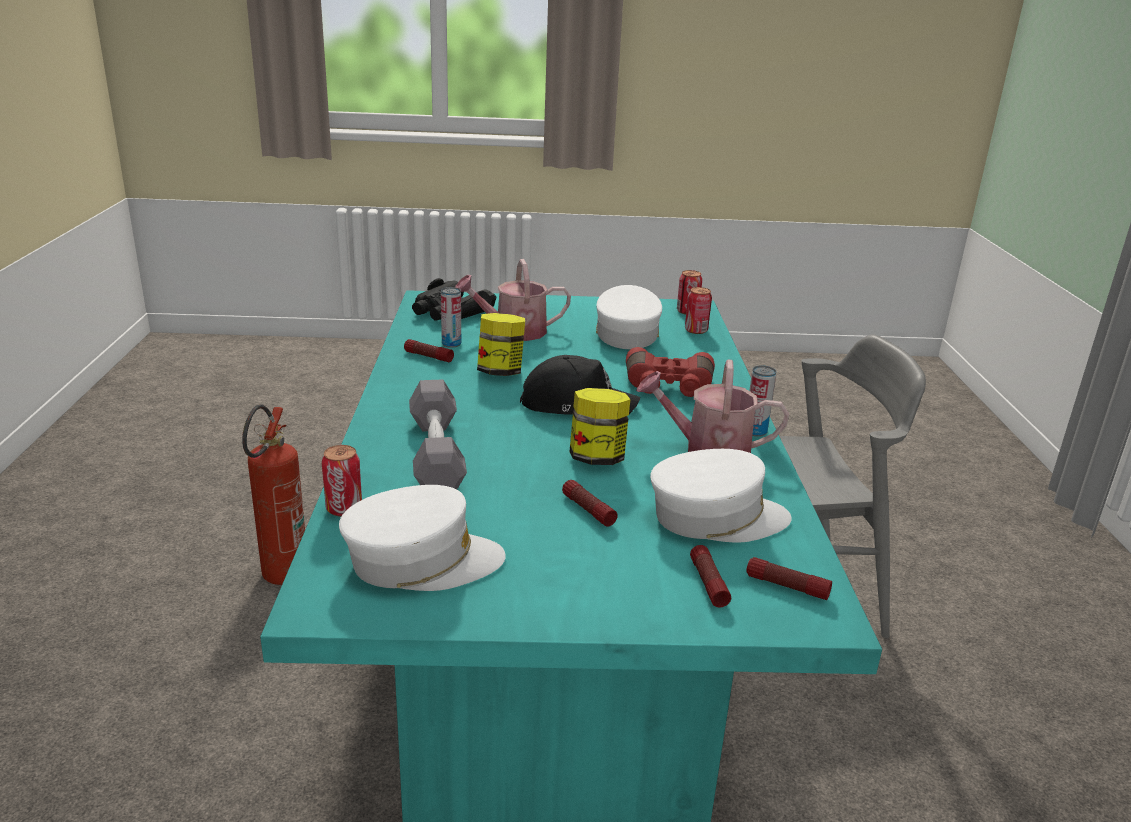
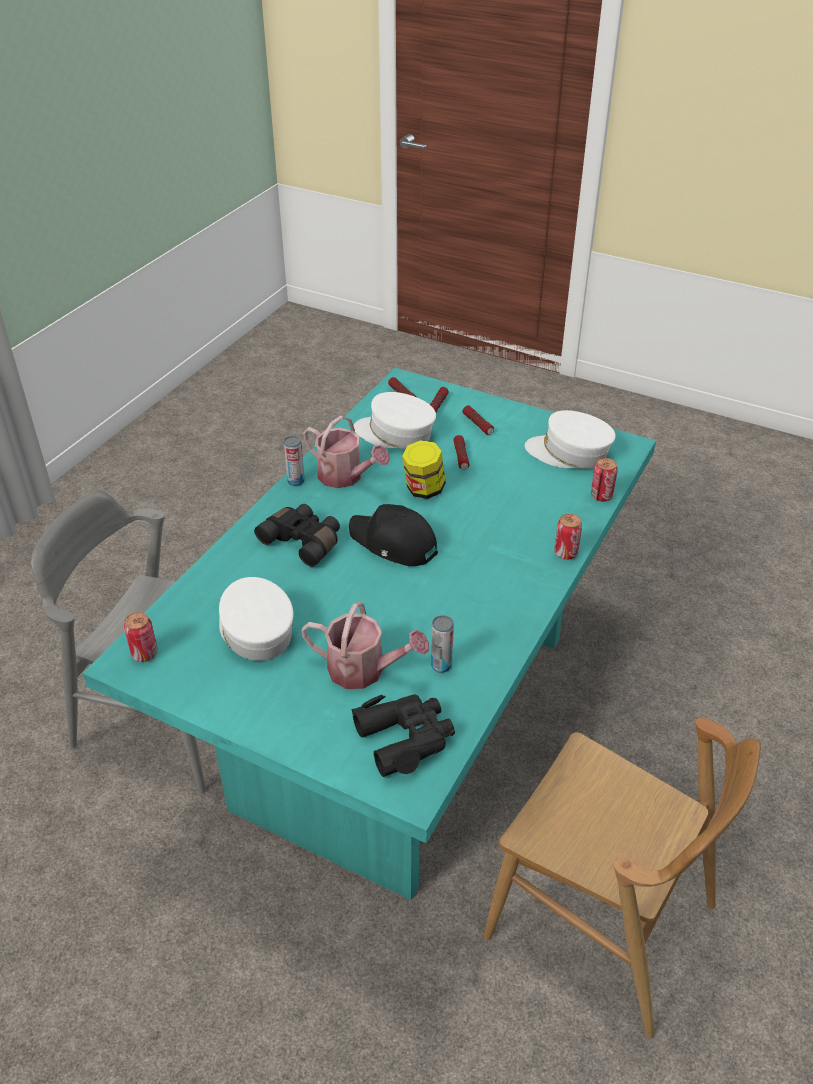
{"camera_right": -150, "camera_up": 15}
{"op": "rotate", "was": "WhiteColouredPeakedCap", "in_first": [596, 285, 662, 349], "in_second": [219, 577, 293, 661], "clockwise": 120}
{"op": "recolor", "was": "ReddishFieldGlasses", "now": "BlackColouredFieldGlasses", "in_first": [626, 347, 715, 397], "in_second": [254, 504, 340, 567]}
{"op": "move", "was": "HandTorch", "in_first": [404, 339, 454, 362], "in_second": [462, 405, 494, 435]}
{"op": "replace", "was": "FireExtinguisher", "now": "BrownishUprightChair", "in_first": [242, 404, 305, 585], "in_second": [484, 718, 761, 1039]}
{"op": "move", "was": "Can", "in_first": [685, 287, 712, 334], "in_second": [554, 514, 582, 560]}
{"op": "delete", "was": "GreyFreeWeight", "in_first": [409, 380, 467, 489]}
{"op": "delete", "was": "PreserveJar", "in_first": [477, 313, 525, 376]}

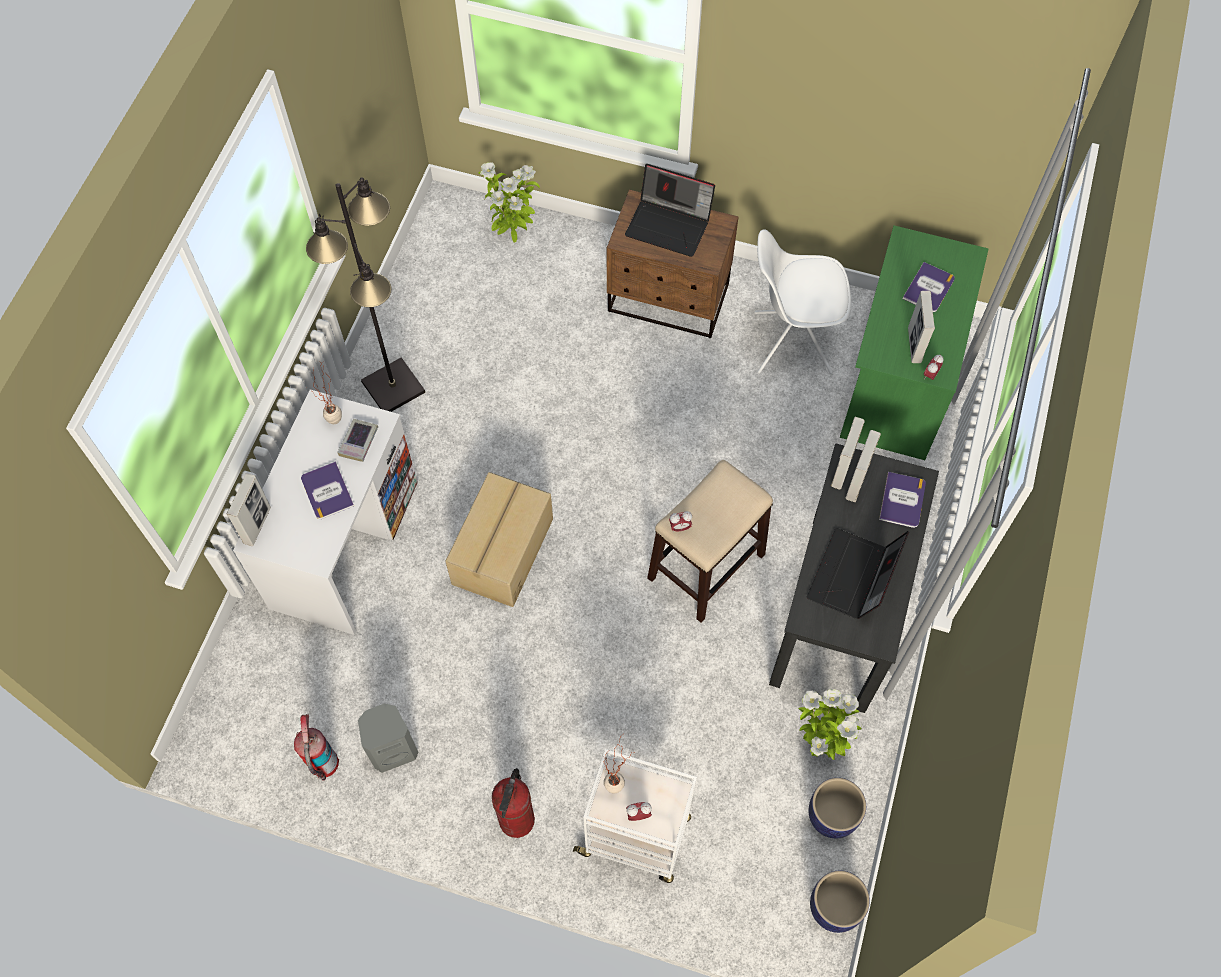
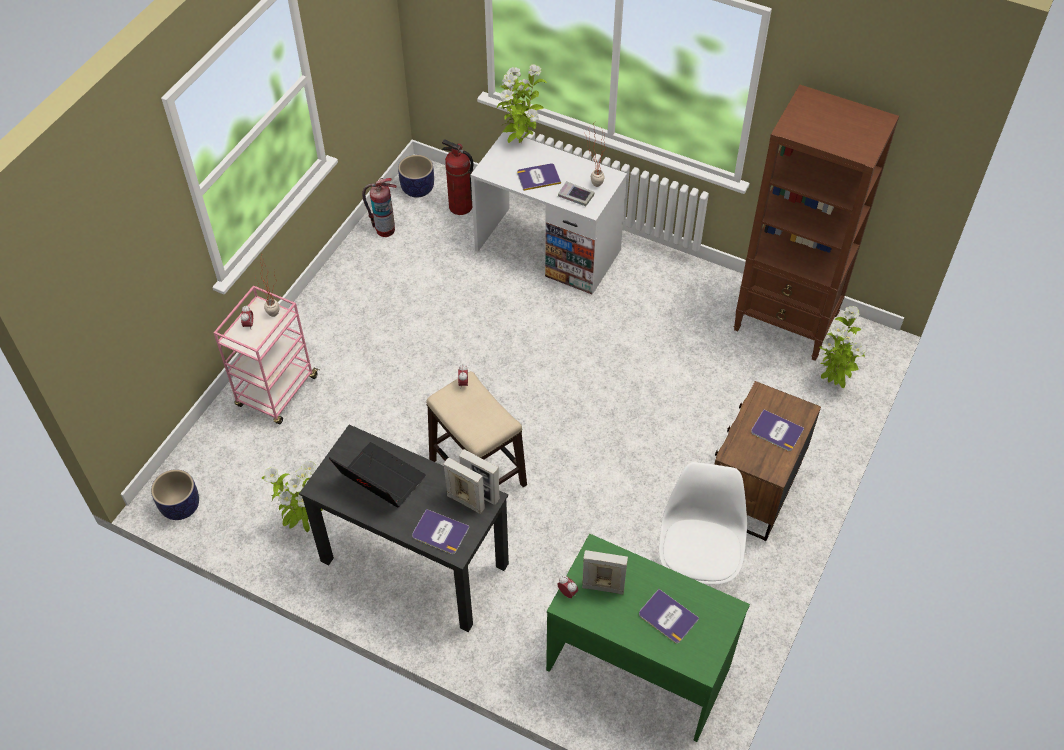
{"camera_right": 100, "camera_up": -10}
{"op": "recolor", "was": "WhiteColouredWheeledCart", "now": "PinkColouredWheeledCart", "in_first": [573, 749, 697, 883], "in_second": [214, 285, 319, 424]}
{"op": "move", "was": "PlantPot", "in_first": [809, 778, 866, 838], "in_second": [398, 155, 434, 198]}
{"op": "move", "was": "FireExtinguisher", "in_first": [492, 768, 535, 838], "in_second": [442, 139, 474, 215]}
{"op": "replace", "was": "PhotoFrame", "now": "PlantInAPot", "in_first": [227, 473, 271, 546], "in_second": [497, 65, 547, 143]}
{"op": "insert", "now": "BrownishShelvingUnit", "in_second": [734, 85, 899, 361]}
{"op": "replace", "was": "PortableComputer", "now": "Book", "in_first": [625, 164, 715, 257], "in_second": [751, 409, 804, 451]}
{"op": "delete", "was": "BlackColouredStandingLamp", "in_first": [306, 177, 425, 412]}
{"op": "delete", "was": "GreyAudioSpeaker", "in_first": [358, 703, 418, 773]}
{"op": "delete", "was": "Carton", "in_first": [445, 472, 553, 607]}

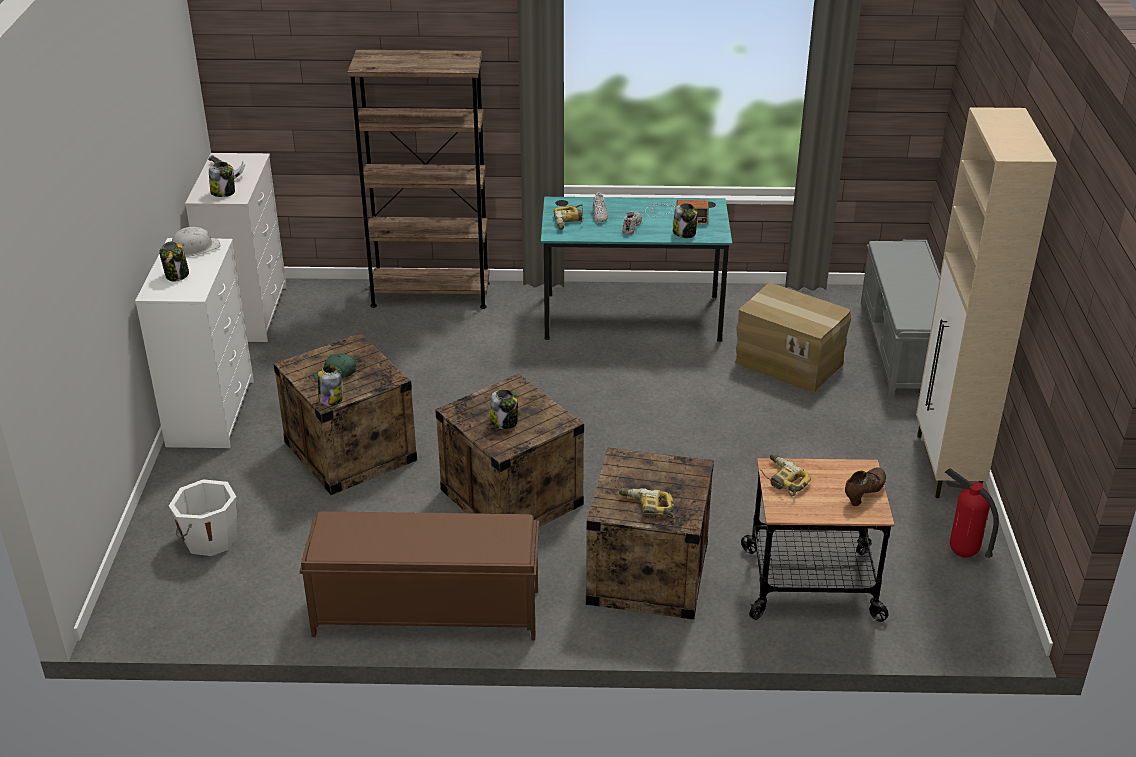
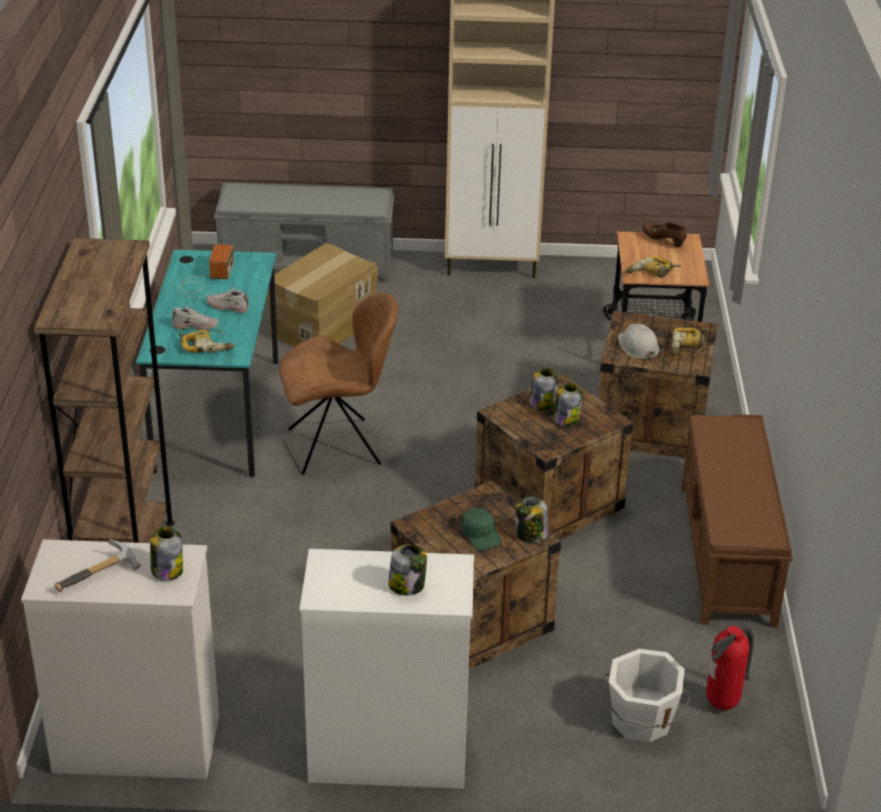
{"camera_right": -90, "camera_up": 0}
{"op": "insert", "now": "BrownishUprightChair", "in_second": [279, 292, 399, 475]}
{"op": "move", "was": "PreserveJar", "in_first": [673, 203, 698, 238], "in_second": [529, 368, 558, 410]}
{"op": "move", "was": "WhiteColouredWorkHelmet", "in_first": [172, 227, 221, 257], "in_second": [618, 324, 659, 360]}
{"op": "move", "was": "FireExtinguisher", "in_first": [945, 468, 999, 558], "in_second": [706, 626, 754, 710]}

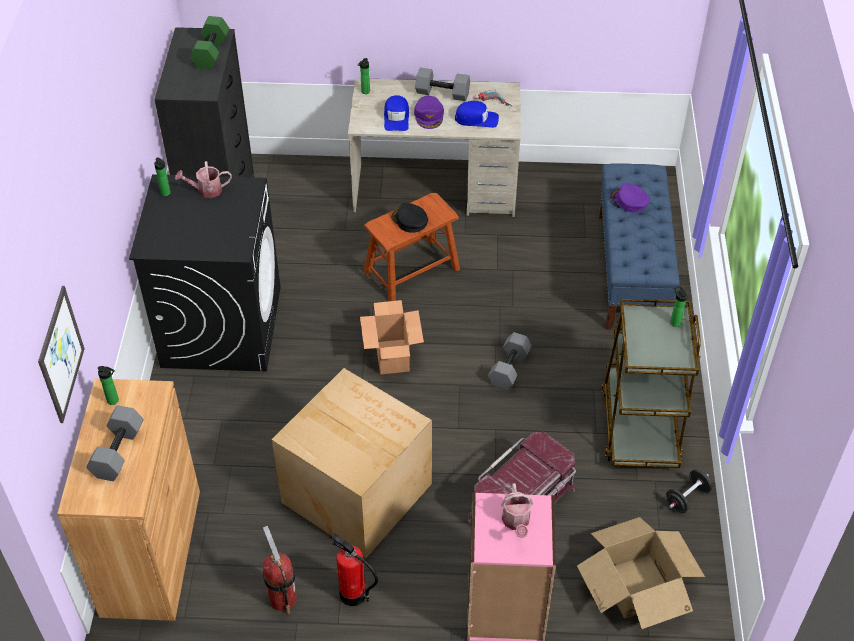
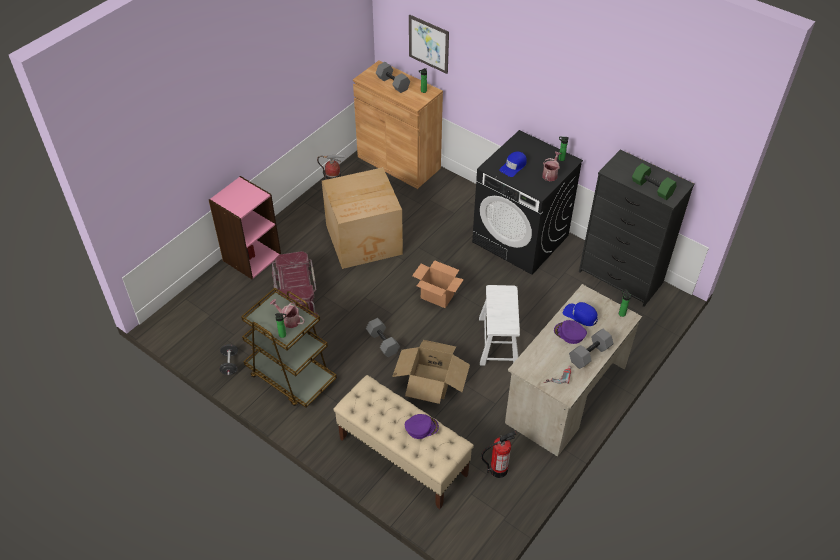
{"camera_right": 125, "camera_up": 0}
{"op": "move", "was": "WateringPot", "in_first": [501, 483, 533, 538], "in_second": [270, 299, 305, 328]}
{"op": "recolor", "was": "BlueColouredIndoorBench", "now": "BeigeIndoorBench", "in_first": [599, 163, 680, 330], "in_second": [333, 375, 474, 509]}
{"op": "move", "was": "Carton", "in_first": [577, 517, 705, 629], "in_second": [392, 340, 470, 404]}
{"op": "recolor", "was": "BrownishStool", "now": "WhiteColouredStool", "in_first": [364, 193, 460, 301], "in_second": [479, 285, 520, 366]}
{"op": "move", "was": "FireExtinguisher", "in_first": [331, 533, 378, 606], "in_second": [481, 431, 517, 478]}
{"op": "move", "was": "BlueColouredPeakedCap", "in_first": [455, 101, 499, 128], "in_second": [499, 152, 527, 177]}
{"op": "delete", "was": "BlackColouredPeakedCap", "in_first": [391, 203, 428, 233]}

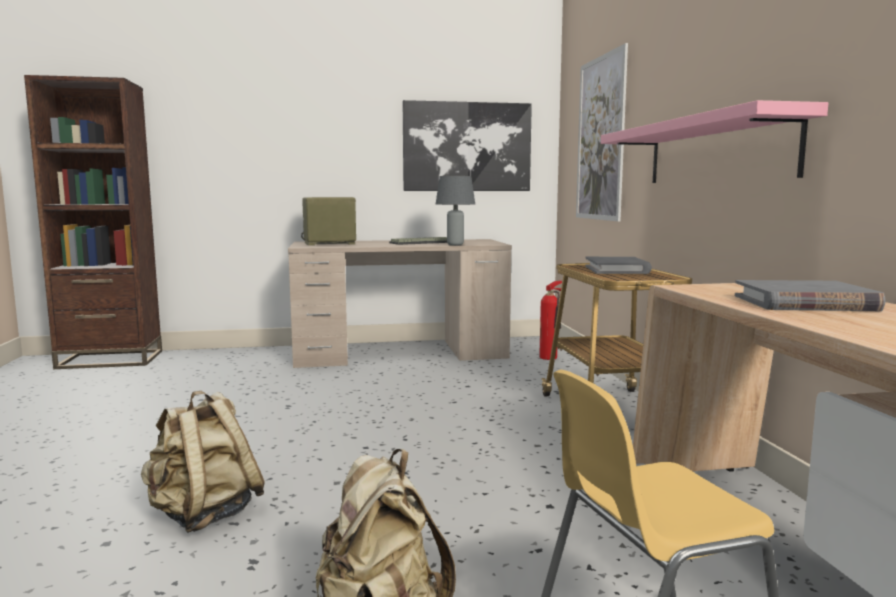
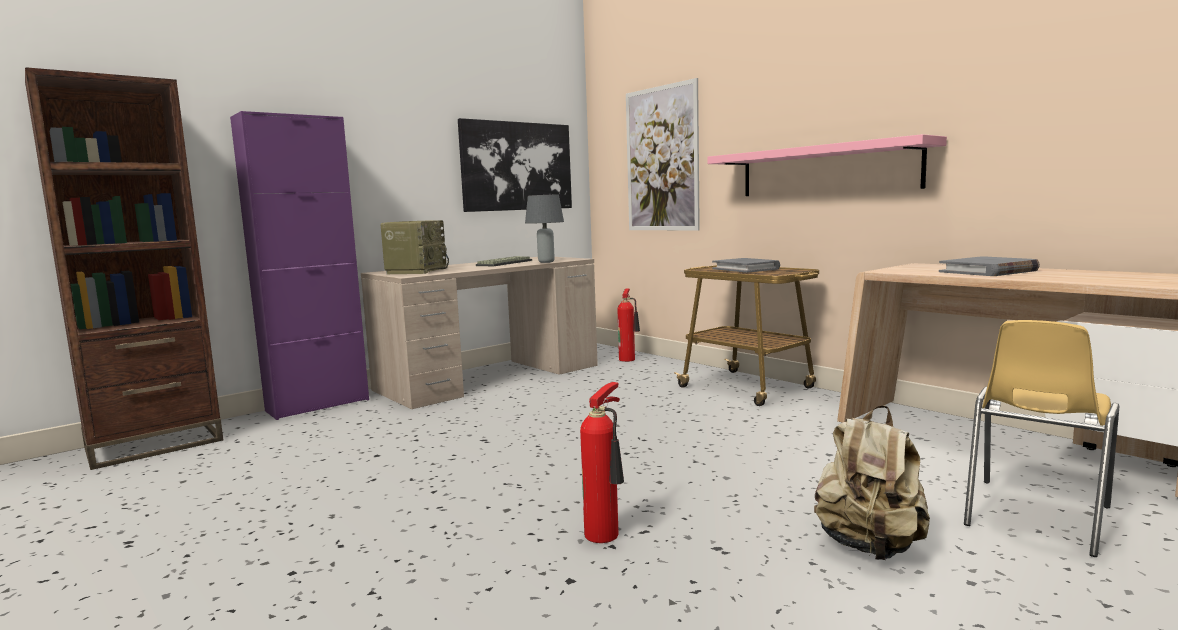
{"camera_right": -30, "camera_up": 0}
{"op": "insert", "now": "PurpleCupboard", "in_second": [230, 111, 369, 420]}
{"op": "rotate", "was": "RadioReceiver", "in_first": [301, 197, 356, 246], "in_second": [380, 220, 449, 274], "clockwise": 150}
{"op": "replace", "was": "BeigeBackpack", "now": "FireExtinguisher", "in_first": [141, 391, 265, 533], "in_second": [580, 382, 624, 543]}

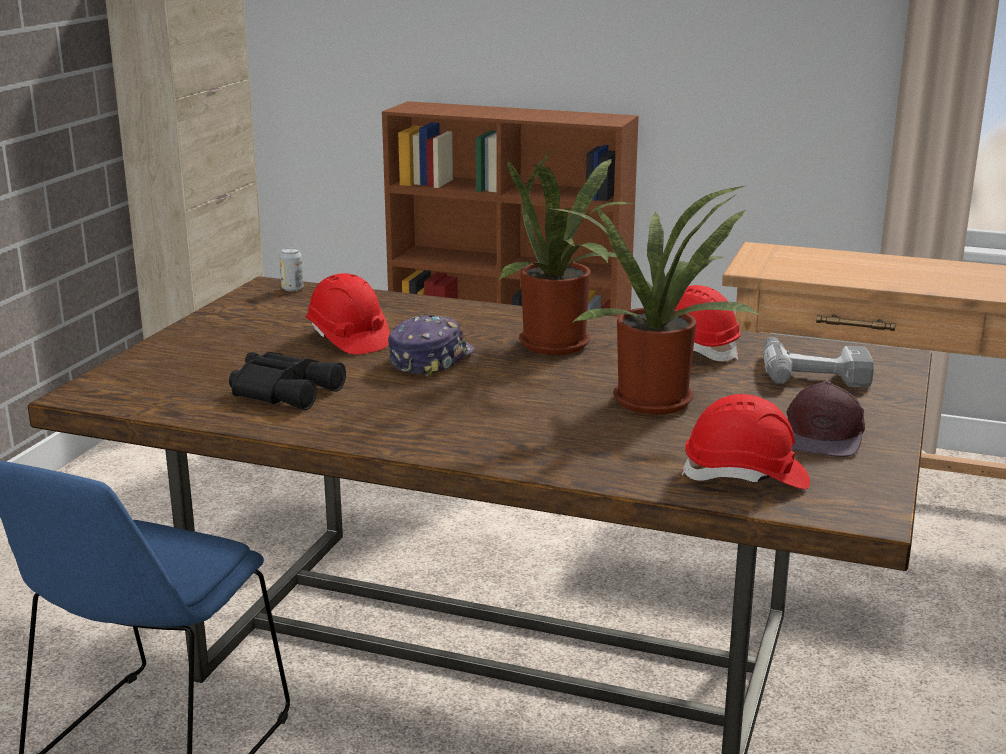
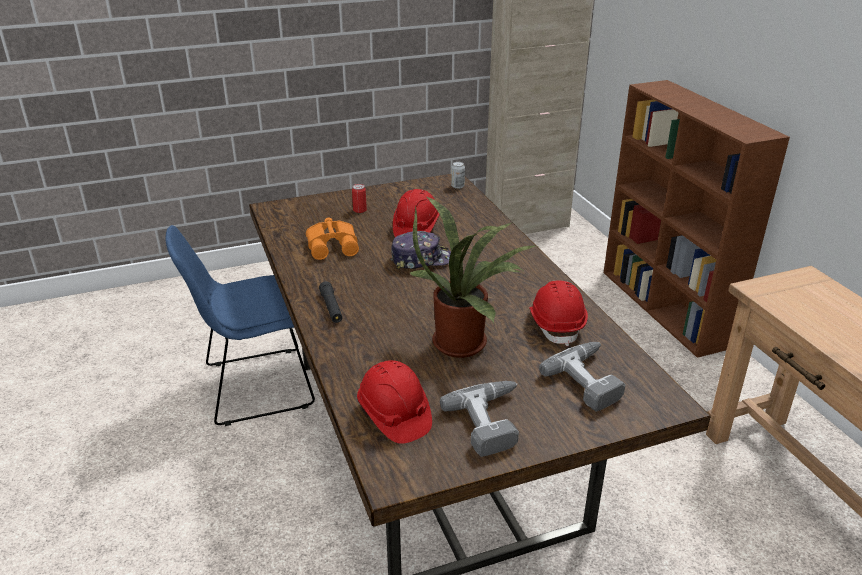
{"camera_right": 50, "camera_up": 10}
{"op": "recolor", "was": "BlackColouredFieldGlasses", "now": "OrangeyFieldGlasses", "in_first": [229, 352, 346, 410], "in_second": [306, 217, 359, 260]}
{"op": "insert", "now": "BlackColouredHandTorch", "in_second": [319, 281, 343, 323]}
{"op": "insert", "now": "Can", "in_second": [352, 184, 367, 213]}
{"op": "replace", "was": "BrownishPeakedCap", "now": "Drill", "in_first": [787, 381, 865, 457], "in_second": [440, 381, 519, 457]}
{"op": "delete", "was": "PlantInAPot", "in_first": [499, 149, 637, 355]}

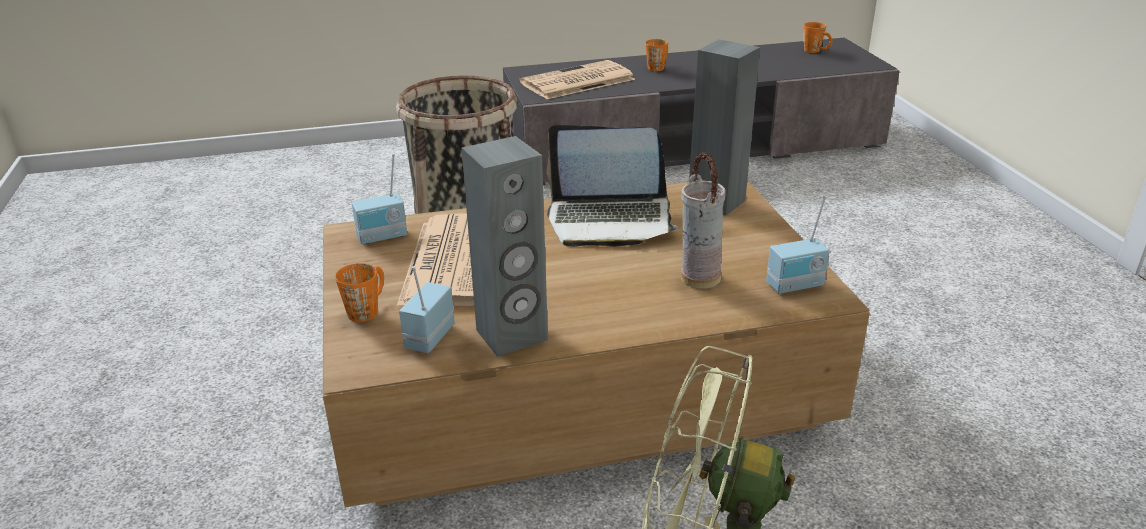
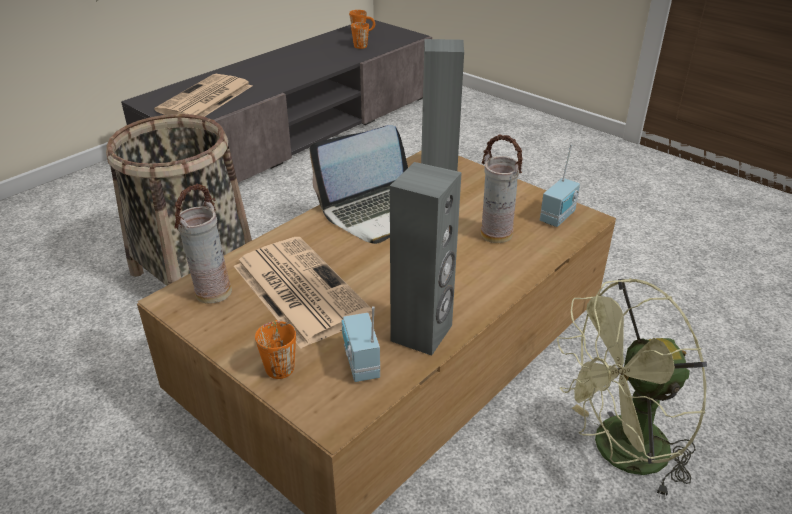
{"camera_right": -35, "camera_up": 5}
{"op": "replace", "was": "RadioReceiver", "now": "DecorativeVase", "in_first": [352, 154, 407, 244], "in_second": [175, 183, 232, 304]}
{"op": "move", "was": "OrangeyMug", "in_first": [645, 39, 668, 71], "in_second": [351, 22, 369, 49]}

